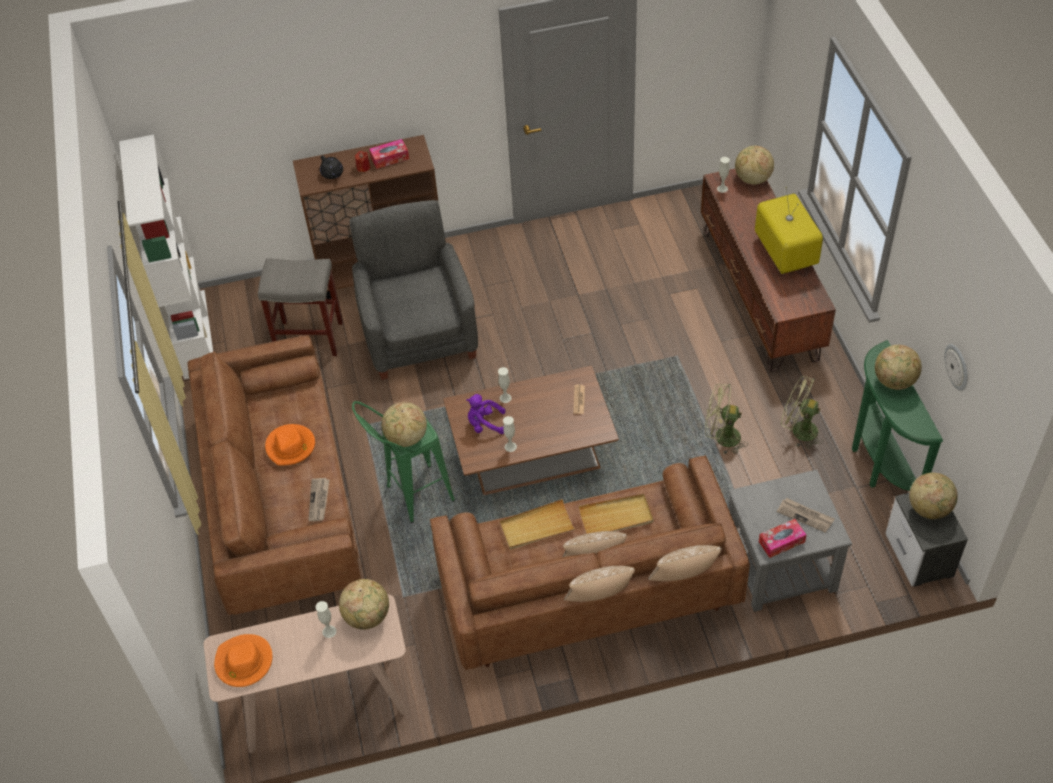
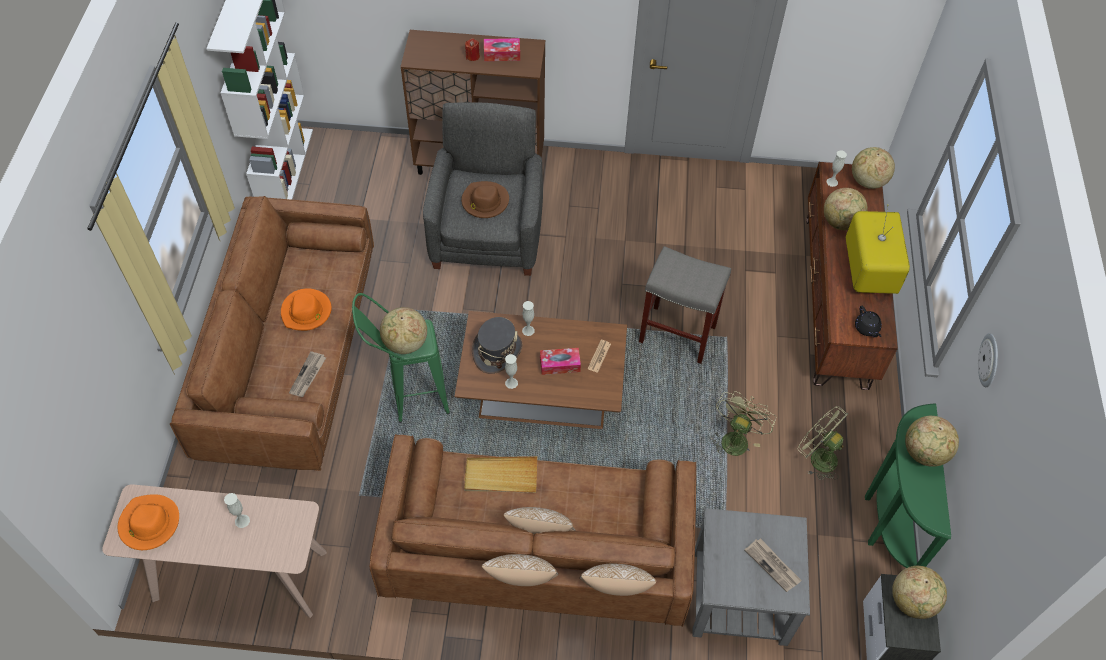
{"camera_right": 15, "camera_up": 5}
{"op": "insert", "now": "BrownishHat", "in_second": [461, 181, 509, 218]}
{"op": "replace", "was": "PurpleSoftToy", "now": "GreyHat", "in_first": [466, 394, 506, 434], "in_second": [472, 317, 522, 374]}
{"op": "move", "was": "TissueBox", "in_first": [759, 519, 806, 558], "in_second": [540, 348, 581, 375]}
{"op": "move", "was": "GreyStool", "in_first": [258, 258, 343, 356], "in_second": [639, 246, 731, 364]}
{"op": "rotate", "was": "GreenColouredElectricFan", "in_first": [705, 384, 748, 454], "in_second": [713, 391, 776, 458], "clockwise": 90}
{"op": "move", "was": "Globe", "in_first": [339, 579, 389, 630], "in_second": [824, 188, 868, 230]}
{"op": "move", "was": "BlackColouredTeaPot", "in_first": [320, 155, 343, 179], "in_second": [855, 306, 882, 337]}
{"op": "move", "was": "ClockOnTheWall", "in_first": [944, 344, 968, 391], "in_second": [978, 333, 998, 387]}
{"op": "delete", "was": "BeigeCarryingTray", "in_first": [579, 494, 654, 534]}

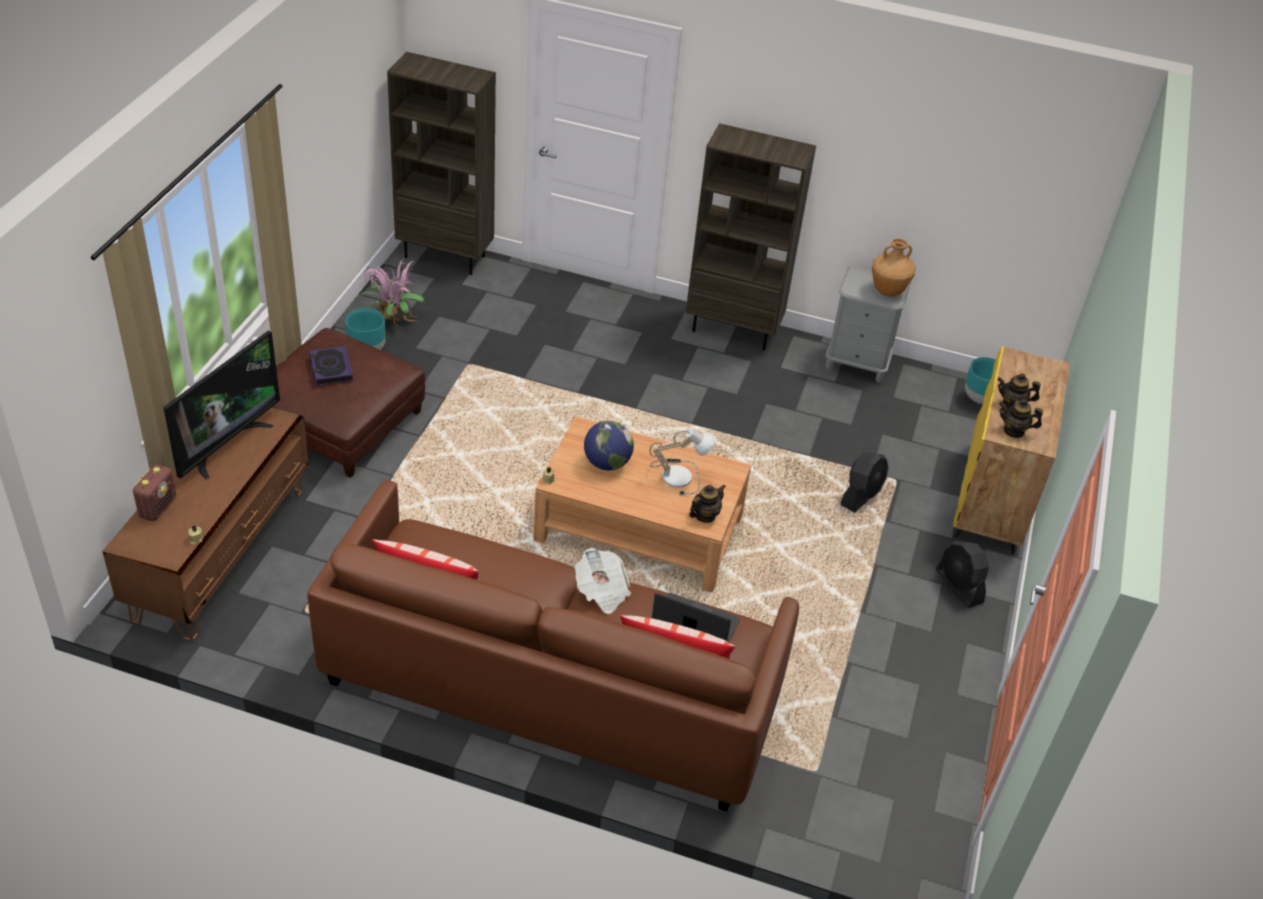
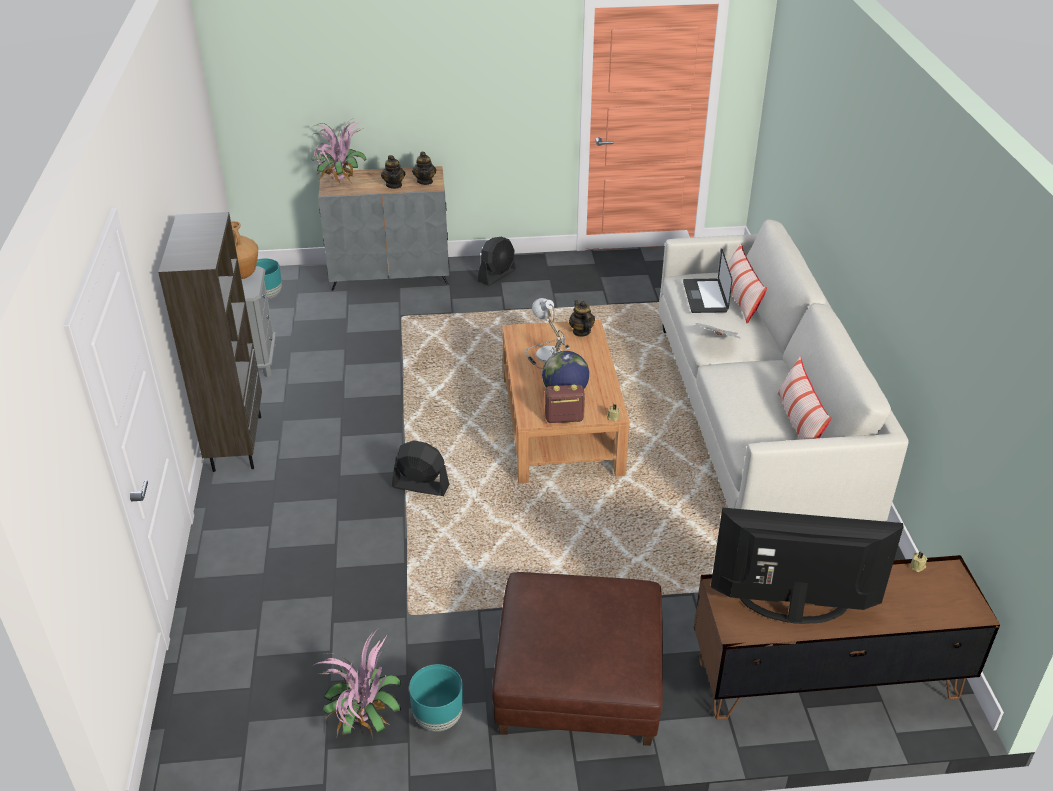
{"camera_right": -110, "camera_up": -5}
{"op": "insert", "now": "PlantInAPot", "in_second": [311, 118, 367, 186]}
{"op": "recolor", "was": "YellowCupboard", "now": "GreyCupboard", "in_first": [953, 346, 1070, 554], "in_second": [318, 166, 449, 291]}
{"op": "move", "was": "BlackColouredElectricFan", "in_first": [840, 452, 889, 513], "in_second": [392, 440, 449, 496]}
{"op": "move", "was": "RadioReceiver", "in_first": [133, 465, 176, 521], "in_second": [545, 385, 585, 423]}
{"op": "rotate", "was": "TeaPot", "in_first": [689, 484, 726, 523], "in_second": [569, 300, 595, 337], "clockwise": 45}
{"op": "recolor", "was": "BrownishSettee", "now": "WhiteColouredSettee", "in_first": [308, 480, 799, 812], "in_second": [659, 219, 909, 521]}
{"op": "delete", "was": "Book", "in_first": [309, 346, 353, 386]}
{"op": "delete", "was": "BrownishShelvingUnit", "in_first": [387, 52, 496, 275]}

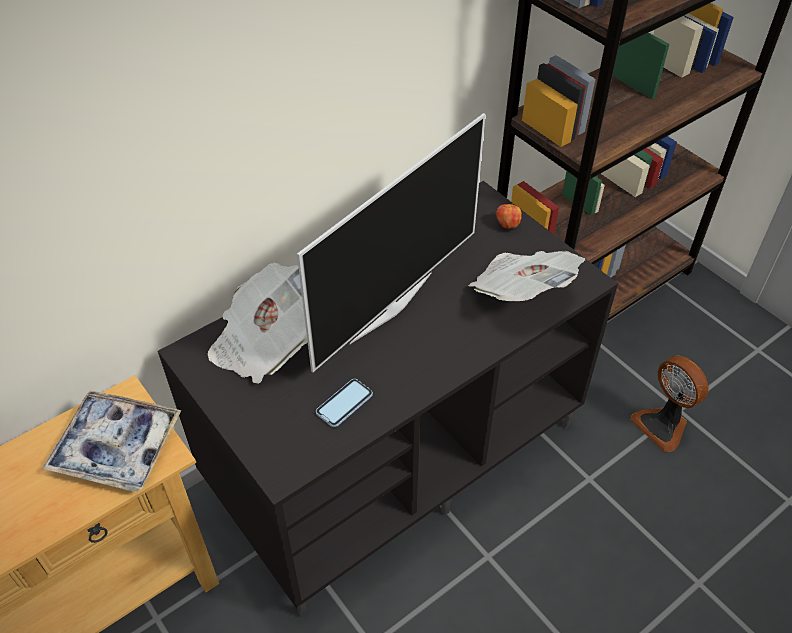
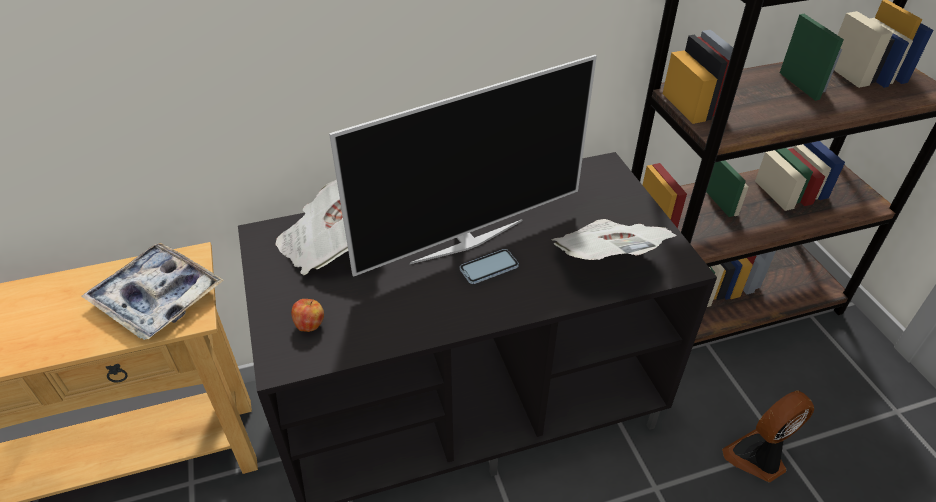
{"camera_right": 20, "camera_up": -5}
{"op": "move", "was": "Apple", "in_first": [496, 203, 522, 229], "in_second": [291, 299, 324, 332]}
{"op": "move", "was": "Telephone", "in_first": [316, 379, 373, 427], "in_second": [460, 249, 519, 284]}
{"op": "rotate", "was": "ElectricFan", "in_first": [631, 355, 709, 452], "in_second": [722, 391, 814, 482], "clockwise": 75}

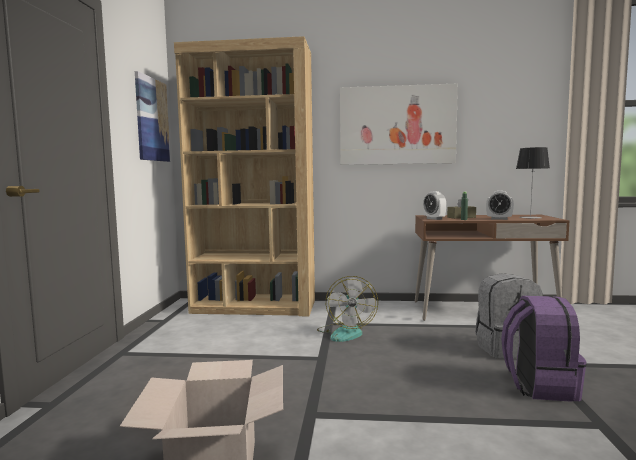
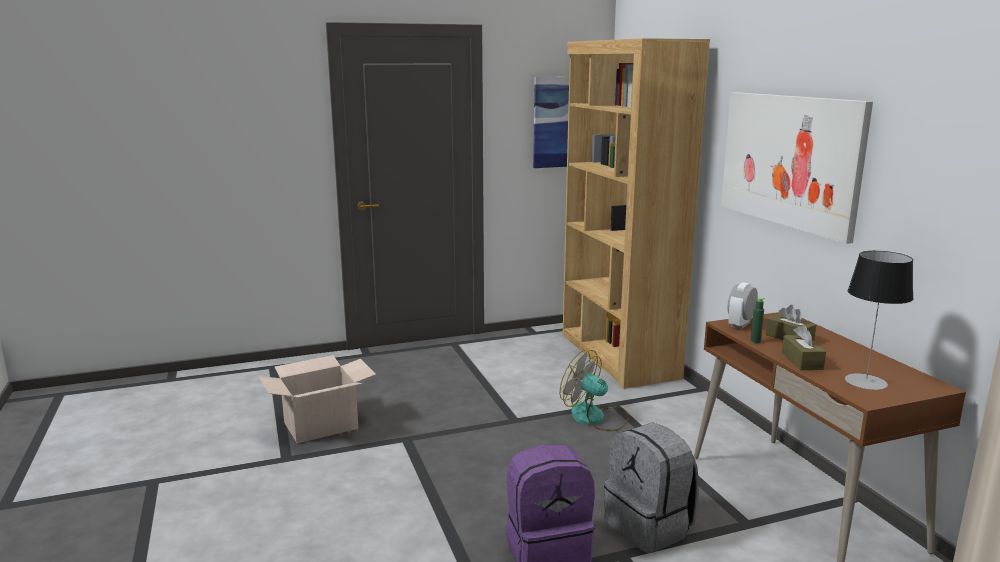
{"camera_right": 65, "camera_up": 10}
{"op": "rotate", "was": "ElectricFan", "in_first": [317, 276, 378, 342], "in_second": [560, 350, 629, 431], "clockwise": 60}
{"op": "replace", "was": "TableClock", "now": "BrownishTissueBox", "in_first": [486, 191, 514, 220], "in_second": [782, 325, 826, 370]}

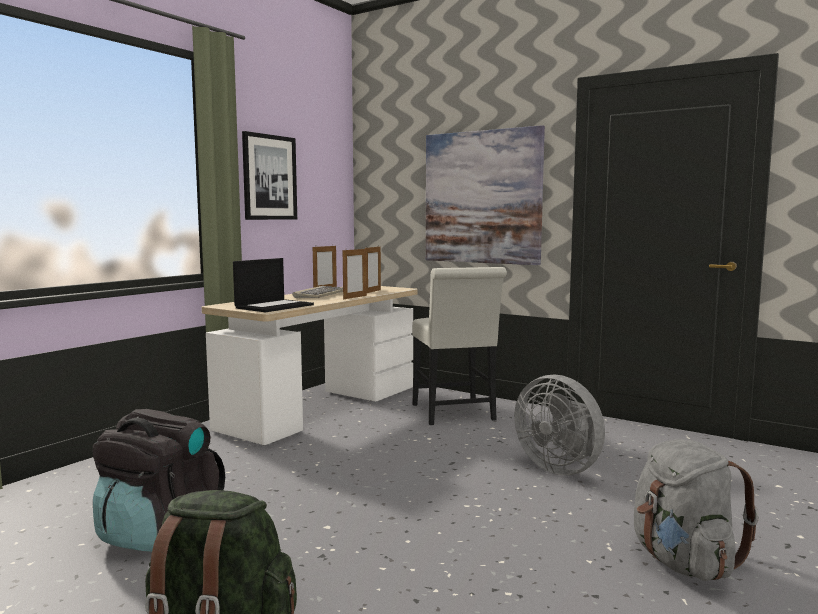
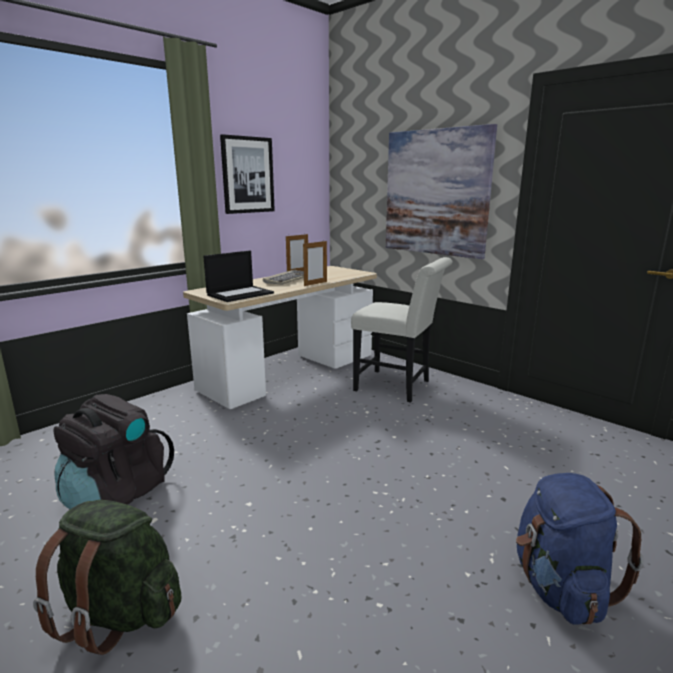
{"camera_right": 10, "camera_up": 10}
{"op": "rotate", "was": "WhiteColouredUprightChair", "in_first": [412, 267, 507, 425], "in_second": [351, 257, 453, 402], "clockwise": -60}
{"op": "recolor", "was": "GreyBackpack", "now": "BlueColouredBackpack", "in_first": [634, 439, 759, 581], "in_second": [516, 473, 644, 625]}
{"op": "delete", "was": "PhotoFrame", "in_first": [365, 245, 381, 293]}
{"op": "delete", "was": "GreyElectricFan", "in_first": [514, 375, 605, 475]}

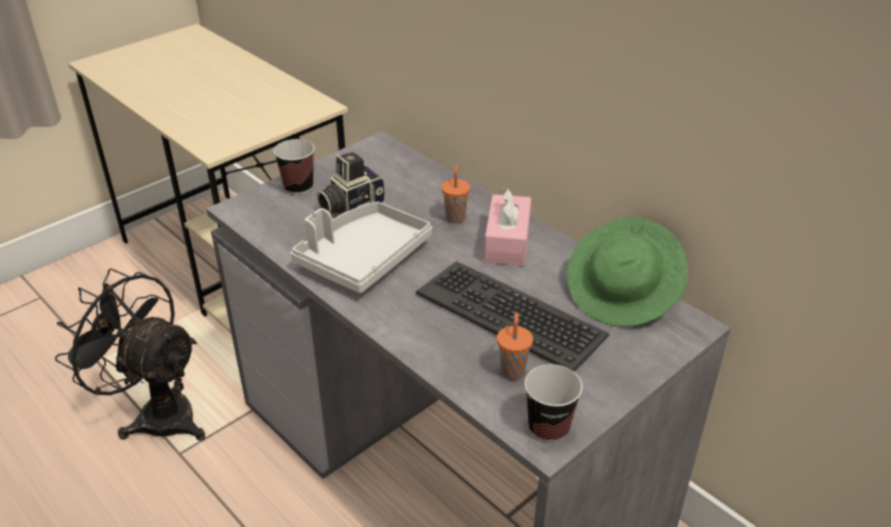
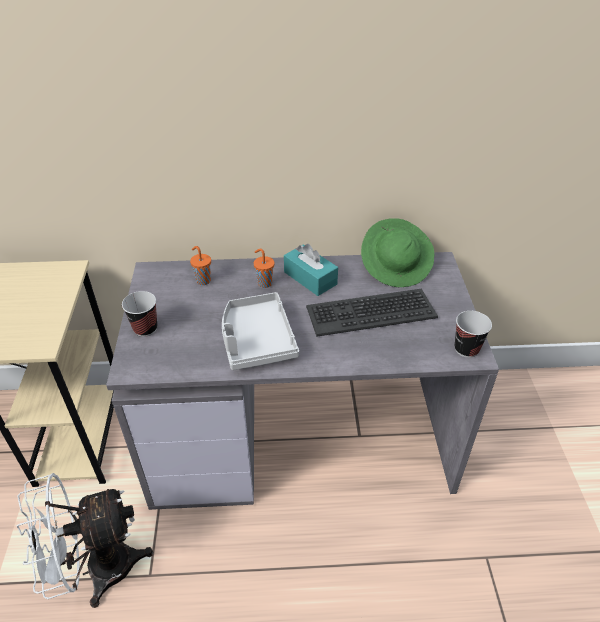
{"camera_right": -50, "camera_up": 5}
{"op": "recolor", "was": "BlackColouredElectricFan", "now": "WhiteColouredElectricFan", "in_first": [55, 268, 205, 441], "in_second": [17, 473, 153, 608]}
{"op": "move", "was": "OrangeyCup", "in_first": [497, 312, 533, 380], "in_second": [190, 246, 211, 285]}
{"op": "recolor", "was": "PinkColouredTissueBox", "now": "TurquoiseColouredTissueBox", "in_first": [484, 188, 531, 266], "in_second": [284, 244, 338, 296]}
{"op": "delete", "was": "PhotoCamera", "in_first": [317, 152, 385, 214]}

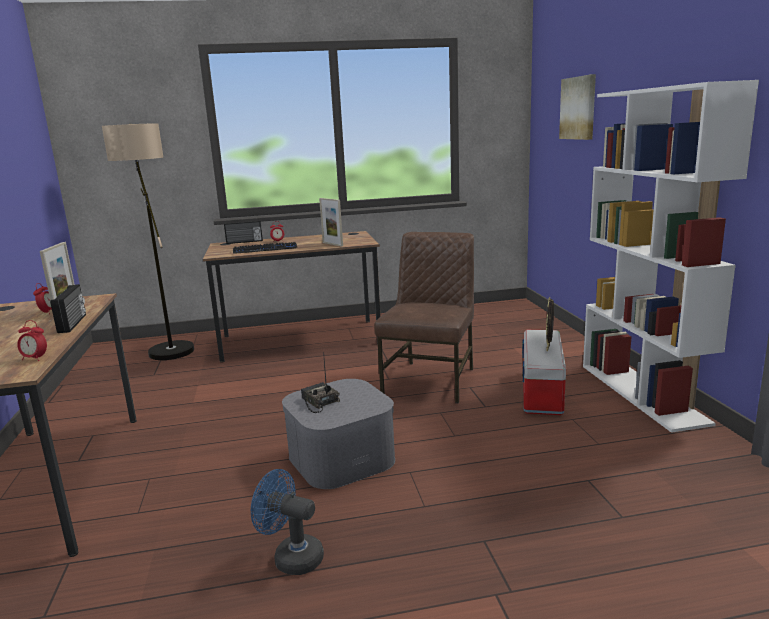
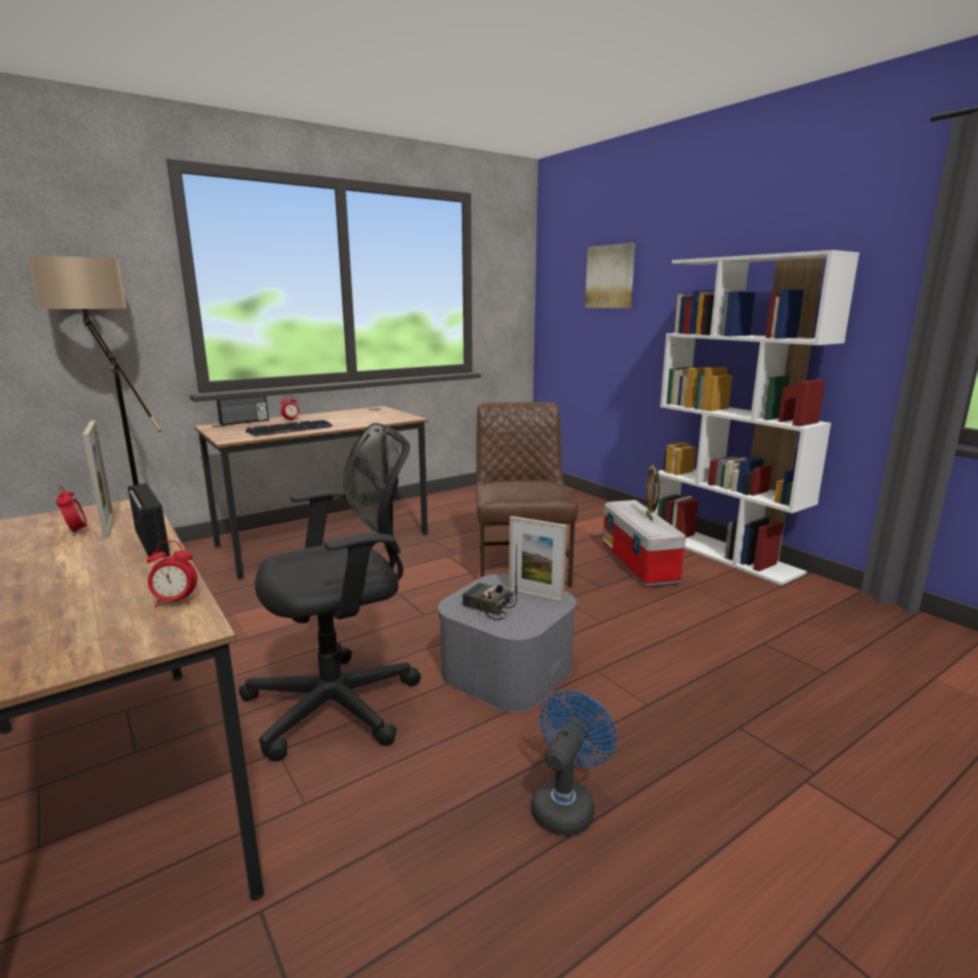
{"camera_right": -25, "camera_up": 0}
{"op": "insert", "now": "BlackColouredComputerChair", "in_second": [239, 423, 421, 761]}
{"op": "move", "was": "PhotoFrame", "in_first": [319, 198, 343, 247], "in_second": [509, 516, 567, 603]}
{"op": "rotate", "was": "BlueColouredElectricFan", "in_first": [251, 469, 324, 575], "in_second": [532, 690, 617, 836], "clockwise": 120}

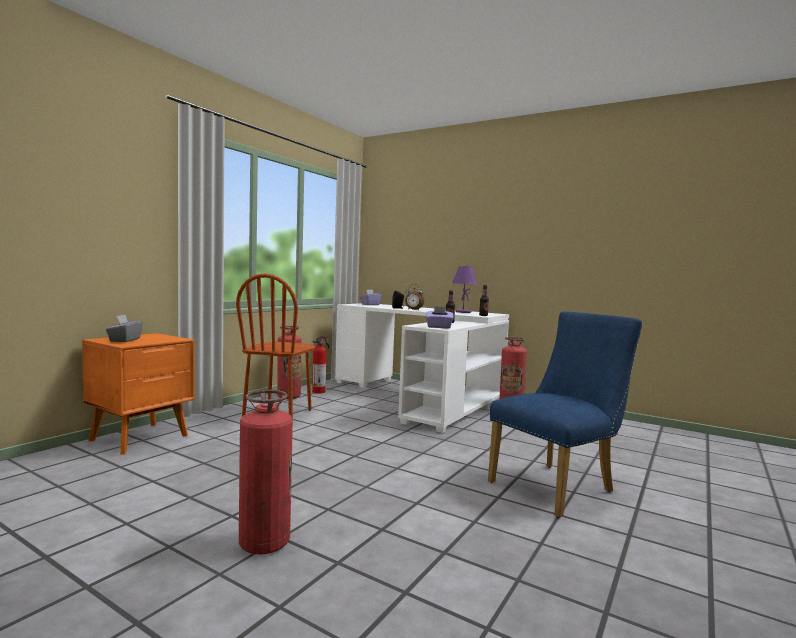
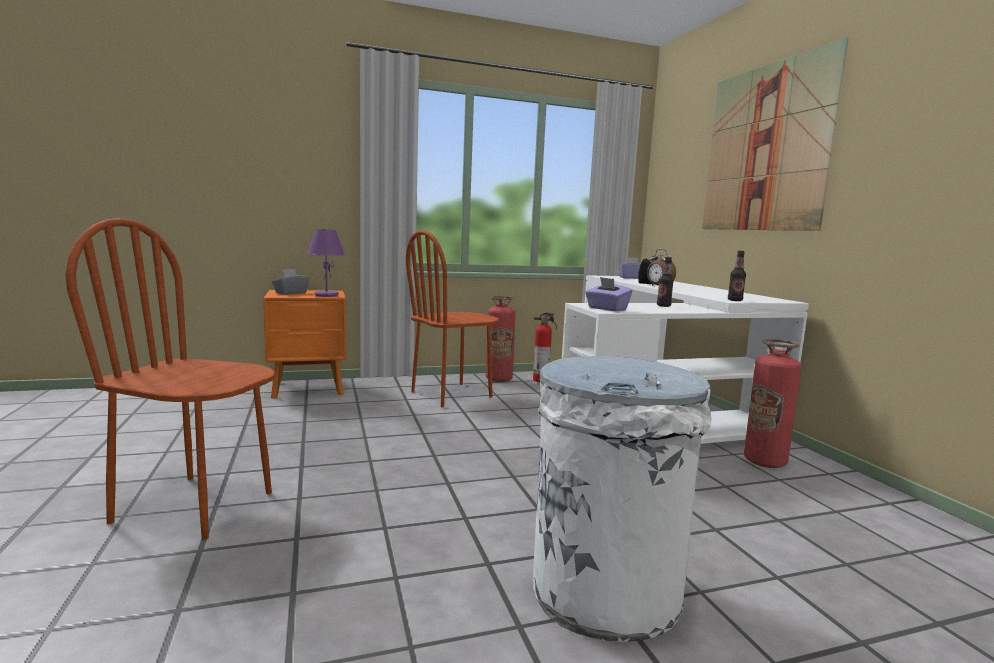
{"camera_right": 40, "camera_up": 5}
{"op": "replace", "was": "FireExtinguisher", "now": "BrownishUprightChair", "in_first": [239, 390, 293, 555], "in_second": [65, 218, 275, 540]}
{"op": "move", "was": "PurpleLampForATable", "in_first": [452, 266, 477, 313], "in_second": [307, 229, 345, 297]}
{"op": "replace", "was": "BlueColouredUprightChair", "now": "WhiteColouredRubbishBin", "in_first": [488, 312, 642, 518], "in_second": [533, 356, 711, 642]}
{"op": "insert", "now": "WallArt", "in_second": [702, 37, 849, 231]}

